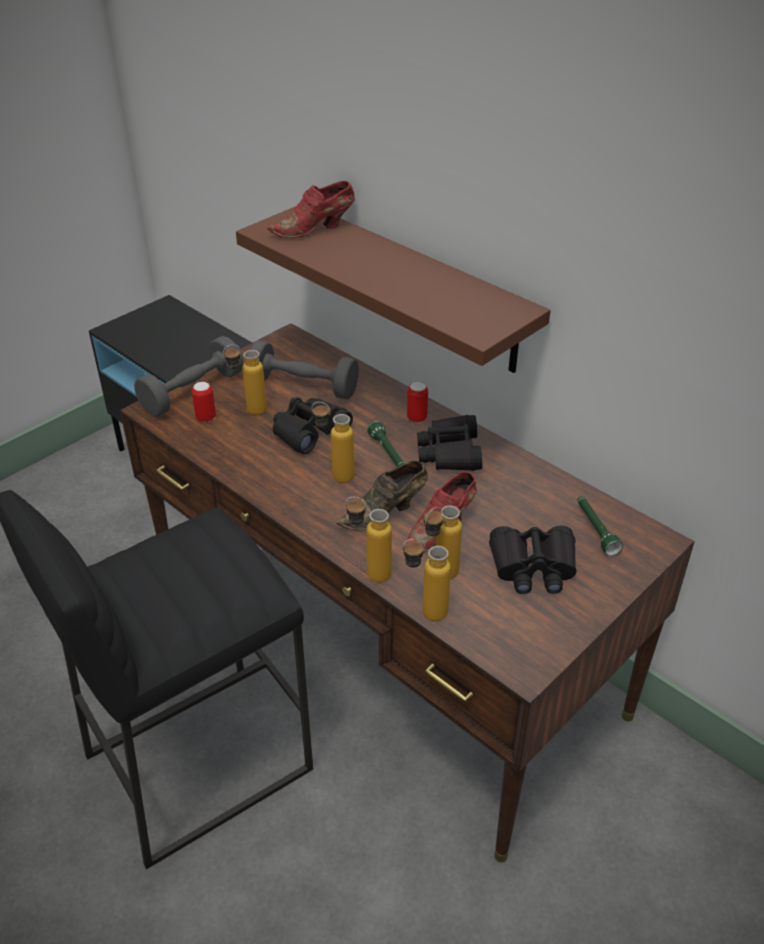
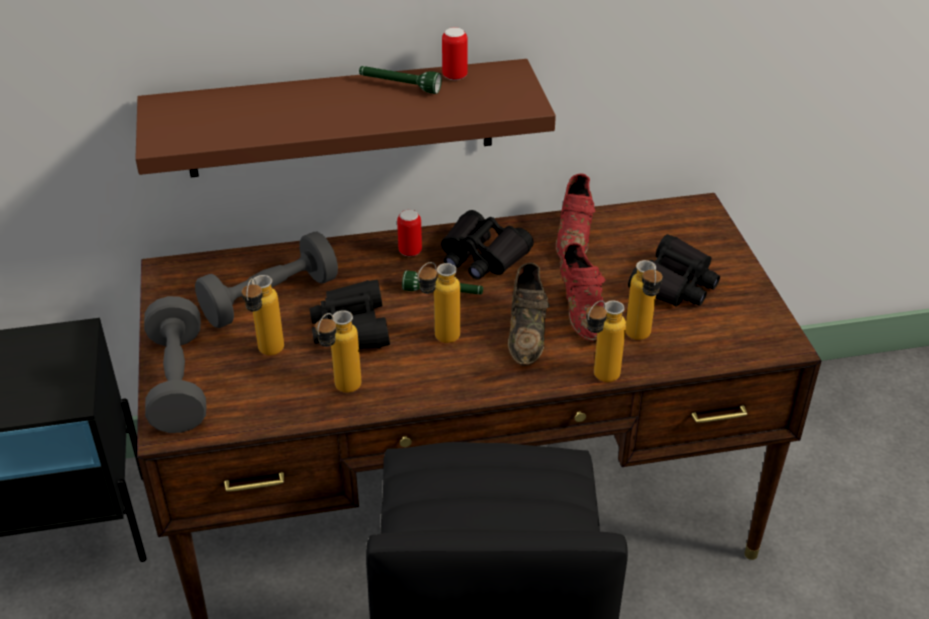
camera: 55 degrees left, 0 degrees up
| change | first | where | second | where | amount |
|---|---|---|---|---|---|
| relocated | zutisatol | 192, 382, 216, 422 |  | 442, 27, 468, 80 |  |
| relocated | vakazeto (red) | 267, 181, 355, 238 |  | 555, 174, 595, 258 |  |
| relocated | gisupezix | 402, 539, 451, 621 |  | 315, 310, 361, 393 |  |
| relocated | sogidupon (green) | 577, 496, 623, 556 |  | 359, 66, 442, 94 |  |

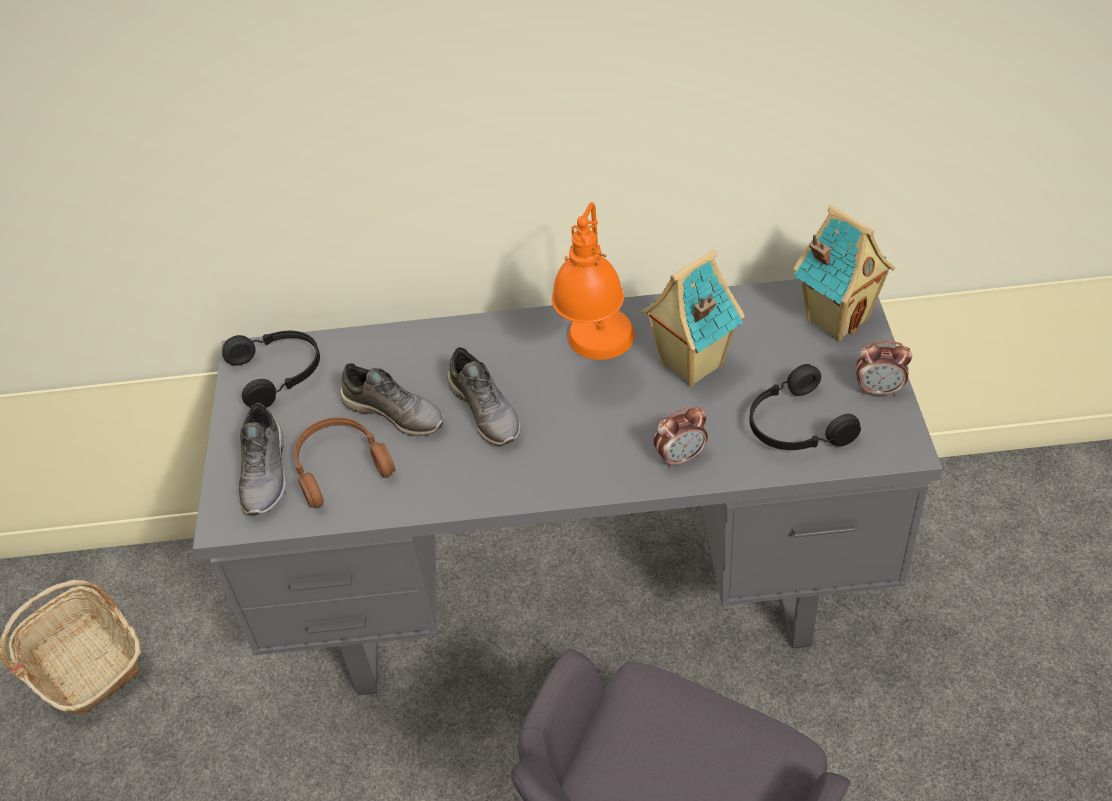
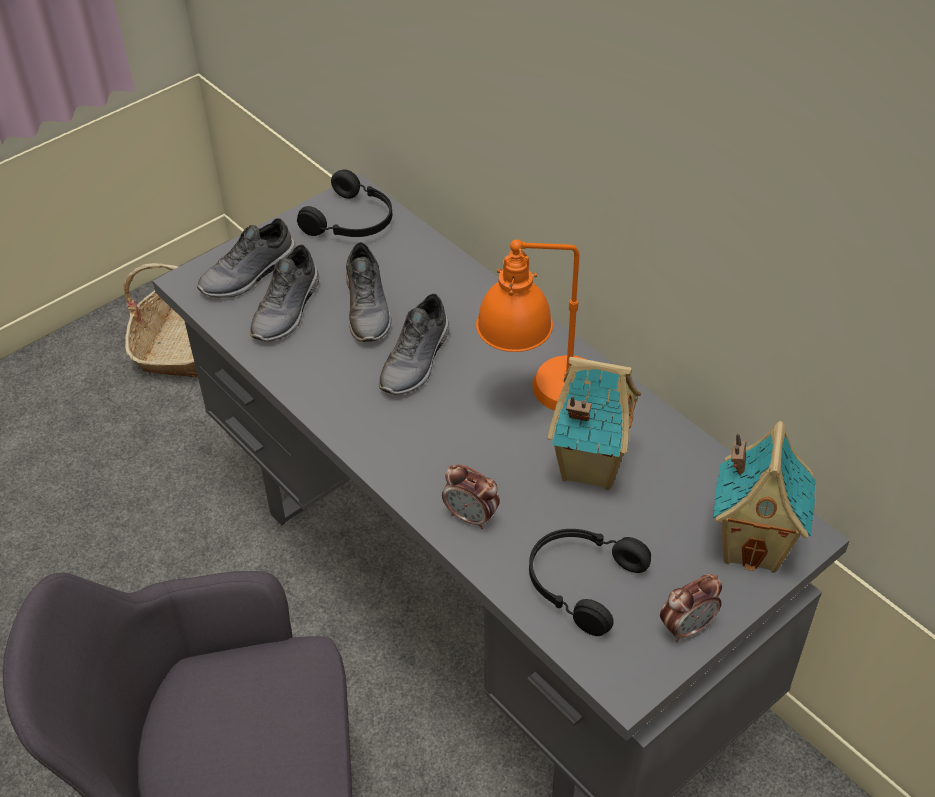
camera: 50 degrees right, 0 degrees up
| change | first | where | second | where | amount |
|---|---|---|---|---|---|
| exchanged | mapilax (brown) | 294, 417, 395, 508 | vakazeto (grey) | 250, 245, 319, 341 |  |
| spun | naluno | 856, 341, 912, 396 |  | 660, 574, 722, 642 | 90 degrees counterclockwise |

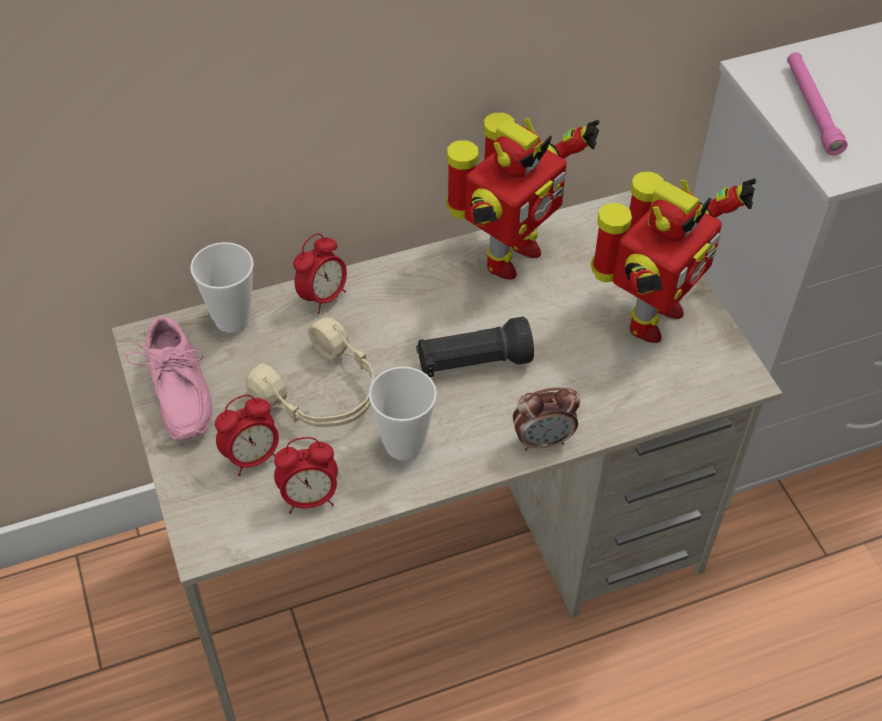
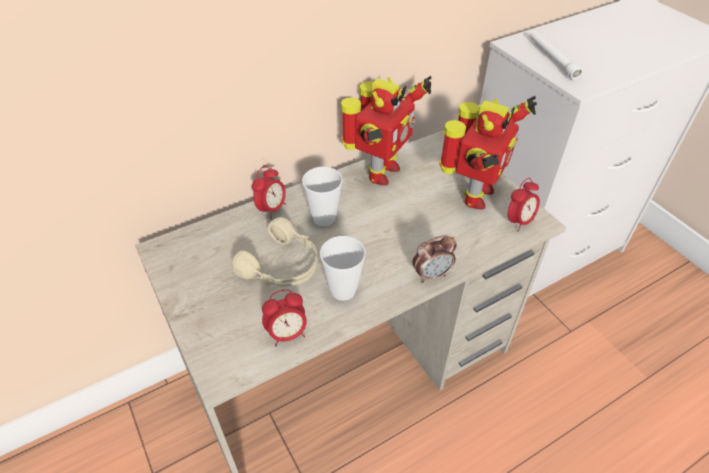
camera: 10 degrees left, 5 degrees down
| change | first | where | second | where | amount |
|---|---|---|---|---|---|
| missing | vakazeto (pink) | 125, 316, 212, 441 |  |  |  |
| relocated | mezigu | 190, 242, 254, 333 |  | 302, 167, 343, 226 |  |
| relocated | naluno | 215, 395, 279, 476 |  | 508, 178, 540, 232 |  |
| missing | sogidupon (black) | 416, 317, 534, 377 |  |  |  |
| colour | sogidupon (pink) | 787, 52, 848, 155 | sogidupon (white) | 529, 31, 583, 80 |  |

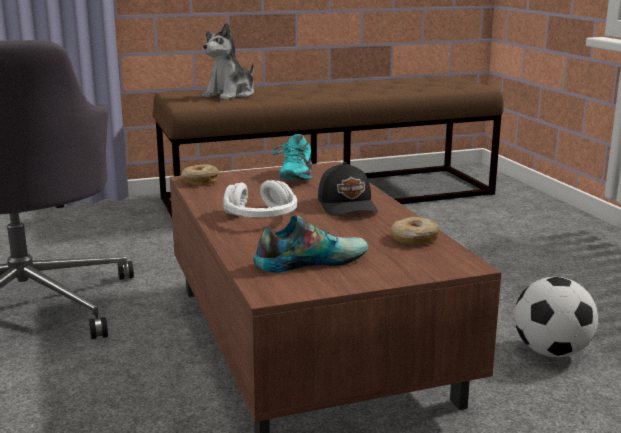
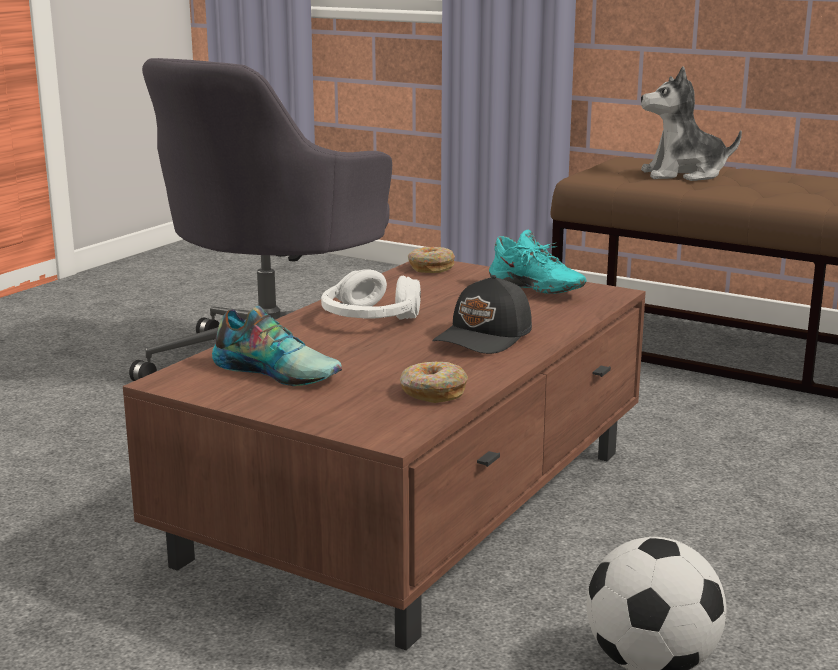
camera: 50 degrees right, 0 degrees up
| change | first | where | second | where | amount |
|---|---|---|---|---|---|
| spun | vakazeto (turquoise) | 272, 134, 312, 180 |  | 489, 229, 586, 294 | 105 degrees counterclockwise |

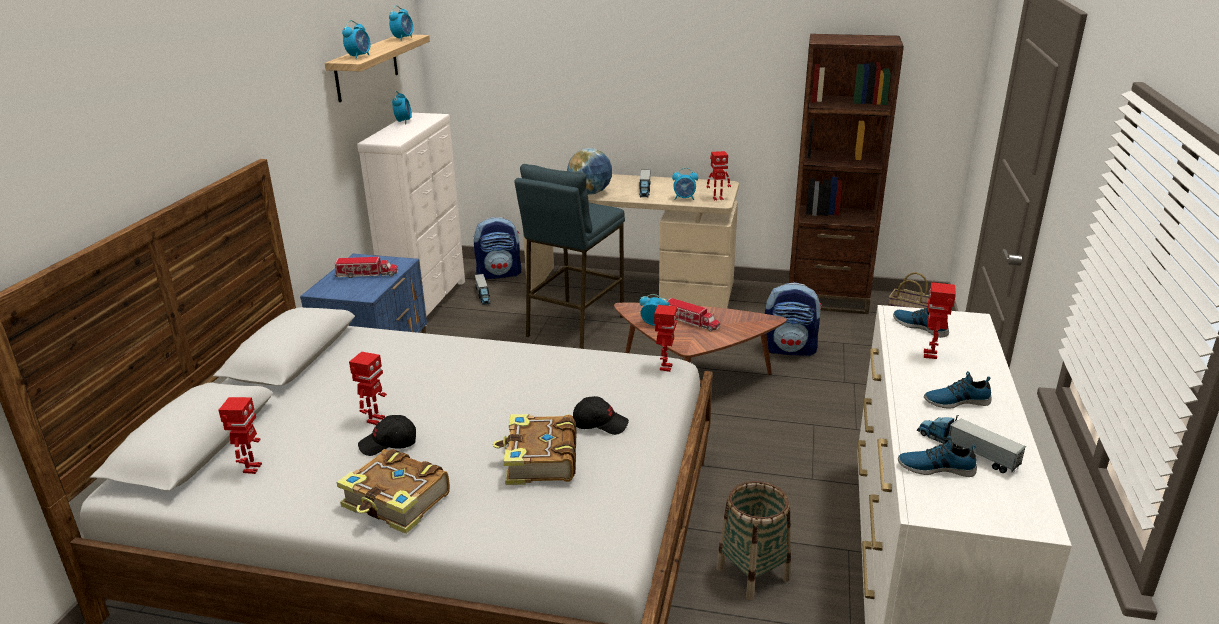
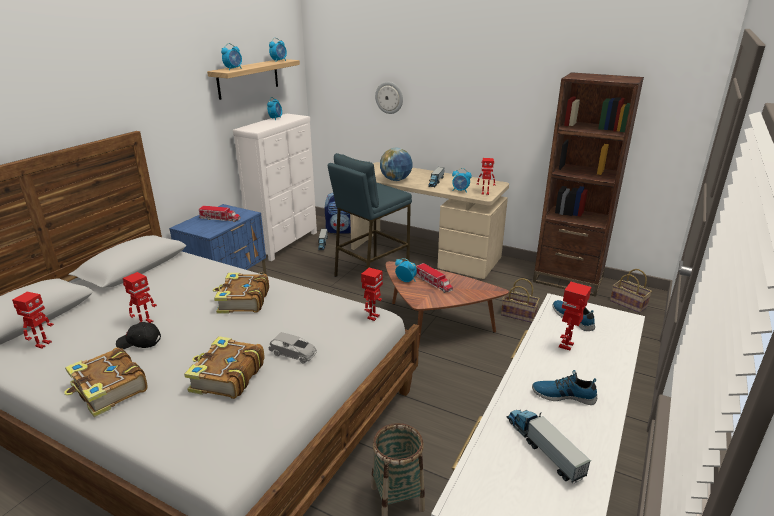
camera: 15 degrees right, 0 degrees up
| change | first | where | second | where | amount |
|---|---|---|---|---|---|
| exchanged | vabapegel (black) | 573, 396, 629, 435 | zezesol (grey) | 269, 332, 317, 363 |  |
| exchanged | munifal | 762, 282, 822, 356 | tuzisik | 501, 278, 540, 323 |  |
| missing | vakazeto | 898, 436, 977, 477 |  |  |  |
| appeared |  |  | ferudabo | 213, 273, 269, 314 |  |
| appeared |  |  | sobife | 375, 82, 403, 114 |  |

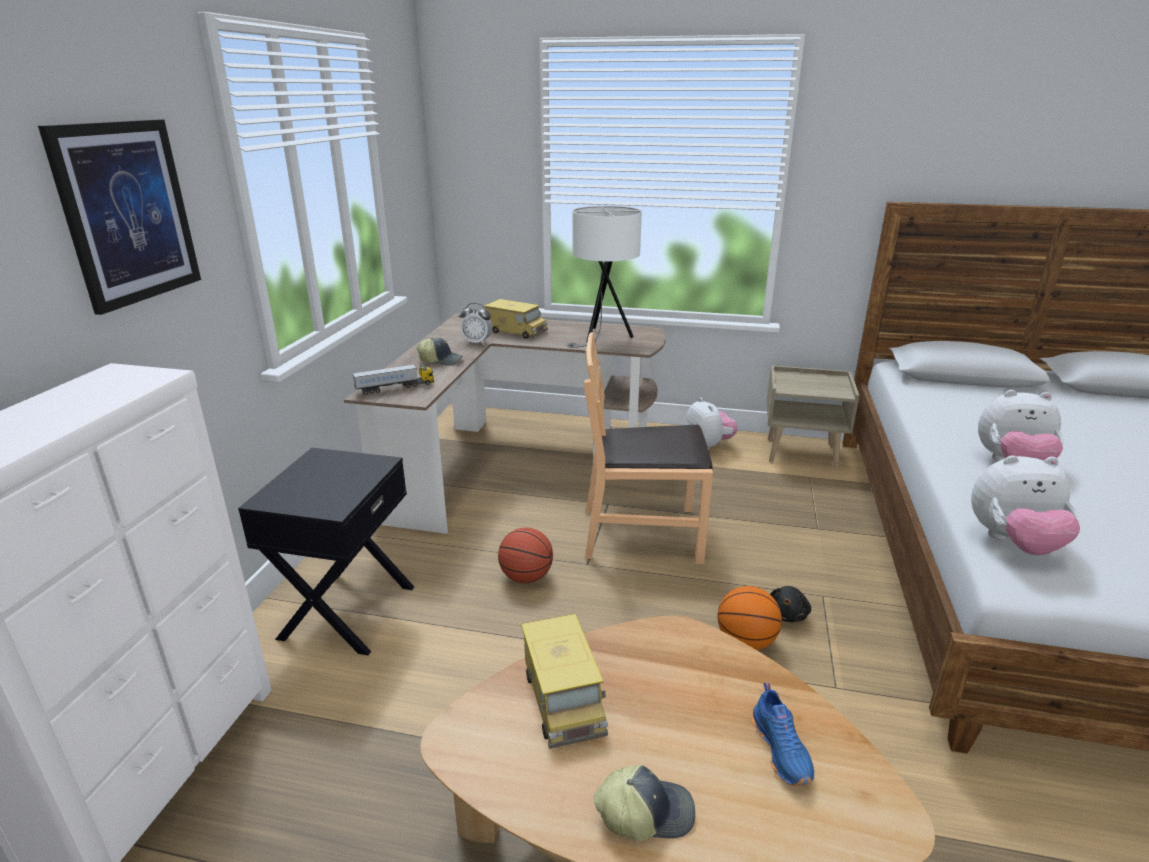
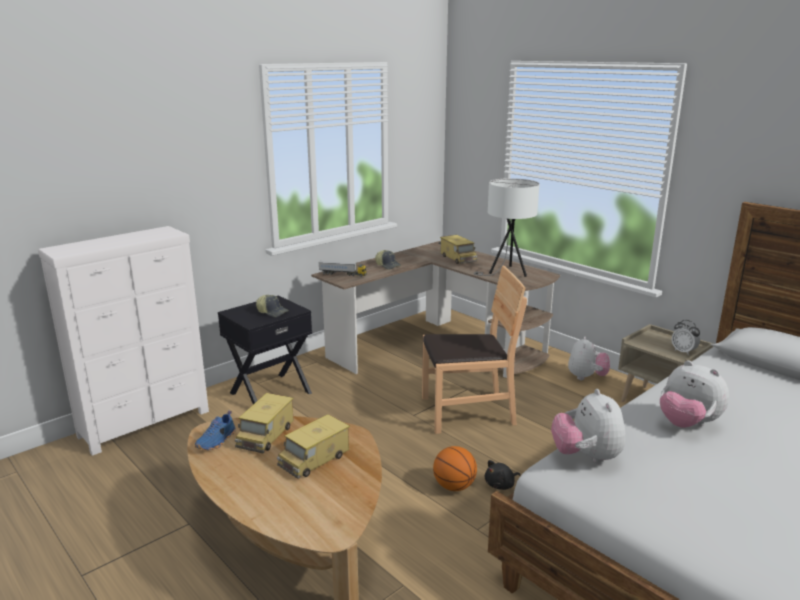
camera: 35 degrees right, 5 degrees down
| change | first | where | second | where | amount |
|---|---|---|---|---|---|
| missing | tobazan | 38, 119, 201, 315 |  |  |  |
| relocated | naluno | 461, 303, 493, 345 |  | 672, 320, 700, 355 |  |
| missing | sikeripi | 498, 528, 553, 583 |  |  |  |
| spun | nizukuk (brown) | 584, 332, 713, 564 |  | 422, 266, 527, 434 | 135 degrees clockwise |
| relocated | vabapegel | 594, 765, 695, 841 |  | 256, 295, 289, 317 |  |
| relocated | vakazeto (blue) | 751, 683, 814, 786 |  | 195, 411, 236, 450 |  |
| spun | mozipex | 971, 456, 1080, 555 |  | 551, 389, 625, 464 | 45 degrees clockwise |
| appeared |  |  | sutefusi | 277, 414, 350, 479 |  |

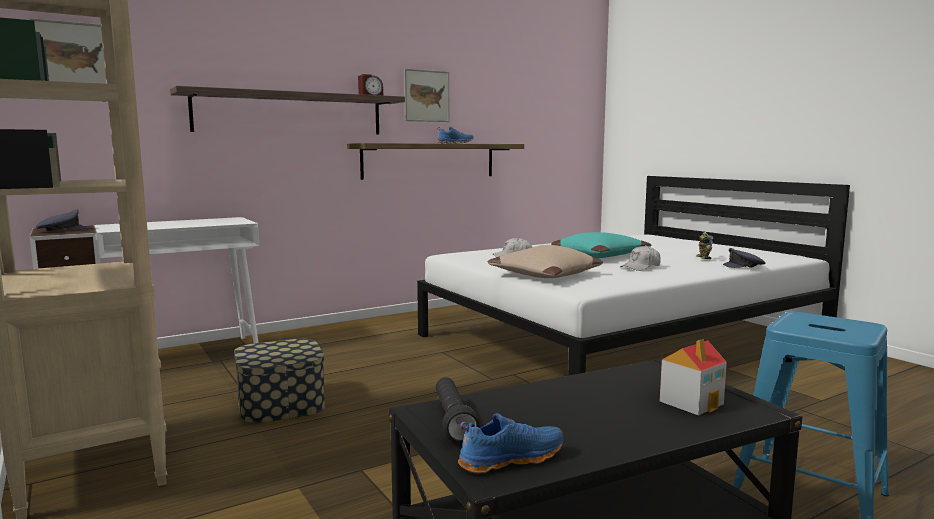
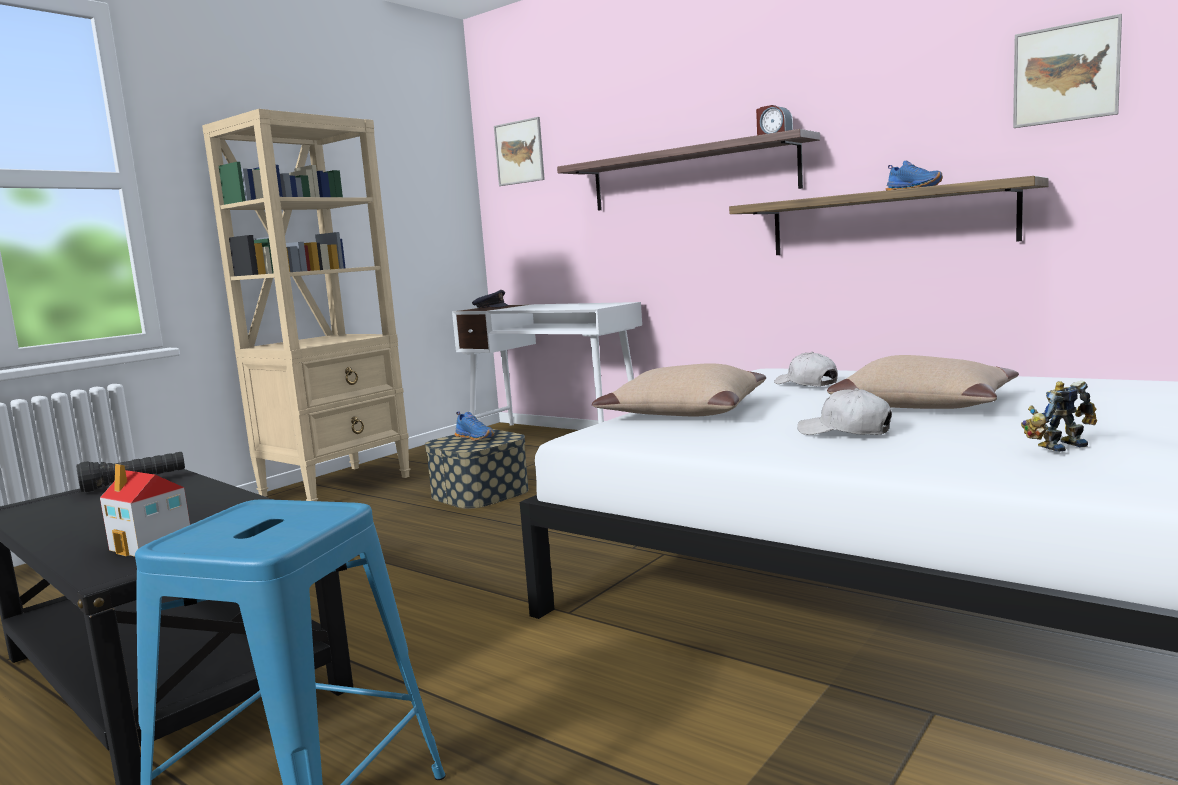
camera: 70 degrees right, 0 degrees up
| change | first | where | second | where | amount |
|---|---|---|---|---|---|
| relocated | tobazan | 404, 69, 449, 122 |  | 1013, 14, 1122, 128 |  |
| relocated | vakazeto (blue) | 458, 413, 563, 473 |  | 455, 411, 494, 441 |  |
| colour | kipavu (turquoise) | 551, 232, 651, 258 | kipavu (beige) | 827, 355, 1019, 409 |  |
| missing | vabapegel (grey) | 723, 248, 766, 268 |  |  |  |

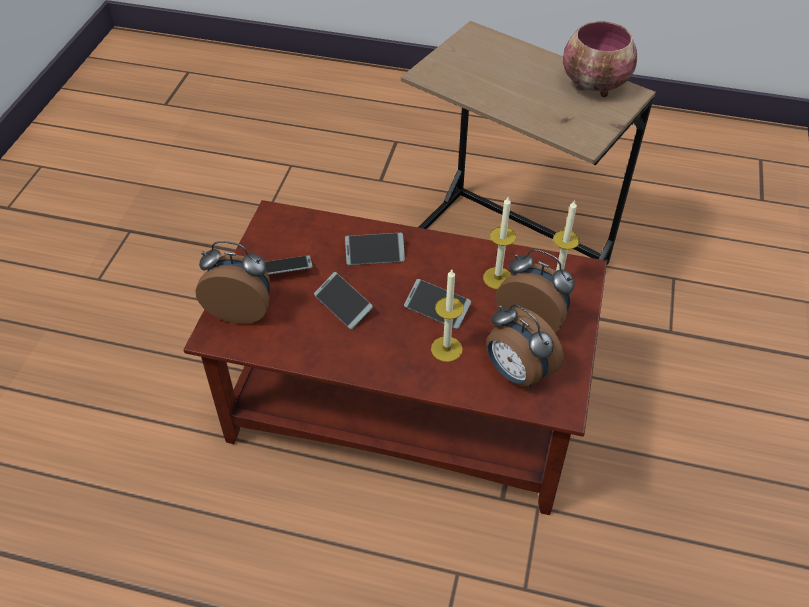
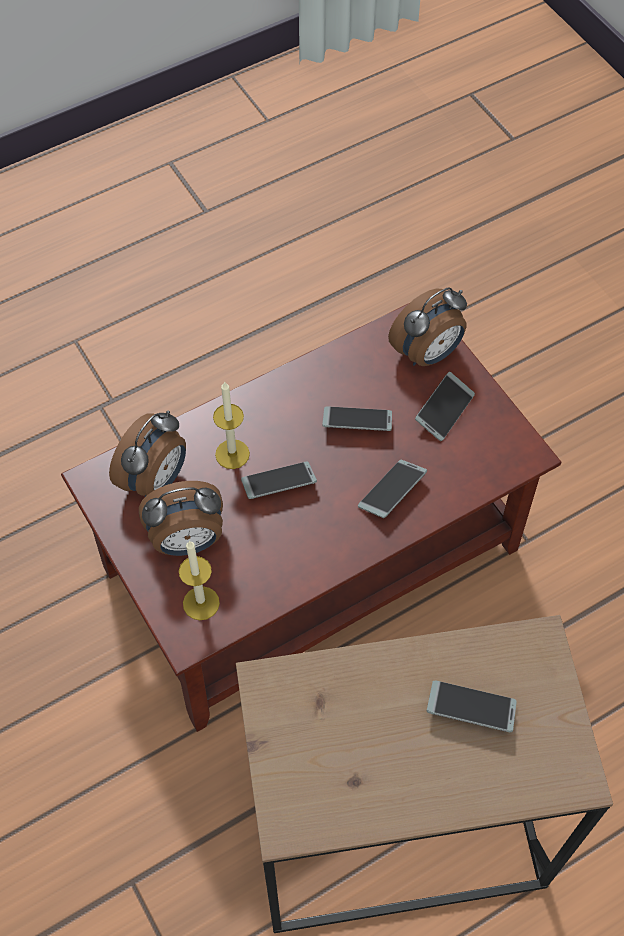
camera: 135 degrees right, 10 degrees up
| change | first | where | second | where | amount |
|---|---|---|---|---|---|
| missing | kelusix | 483, 197, 516, 289 |  |  |  |
| spun | naluno | 486, 304, 564, 387 |  | 109, 410, 186, 497 | 120 degrees clockwise |
| missing | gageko | 563, 21, 637, 97 |  |  |  |
| appeared |  |  | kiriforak | 427, 681, 517, 732 |  |

